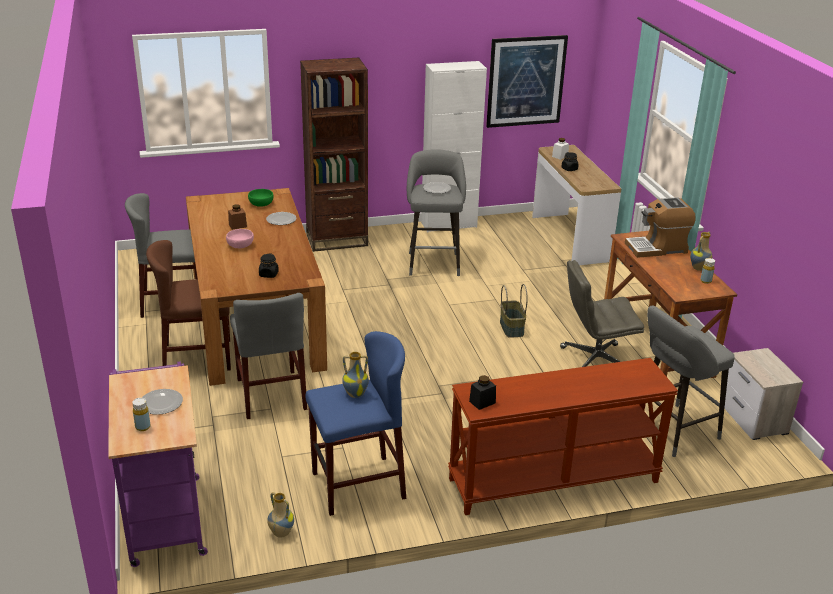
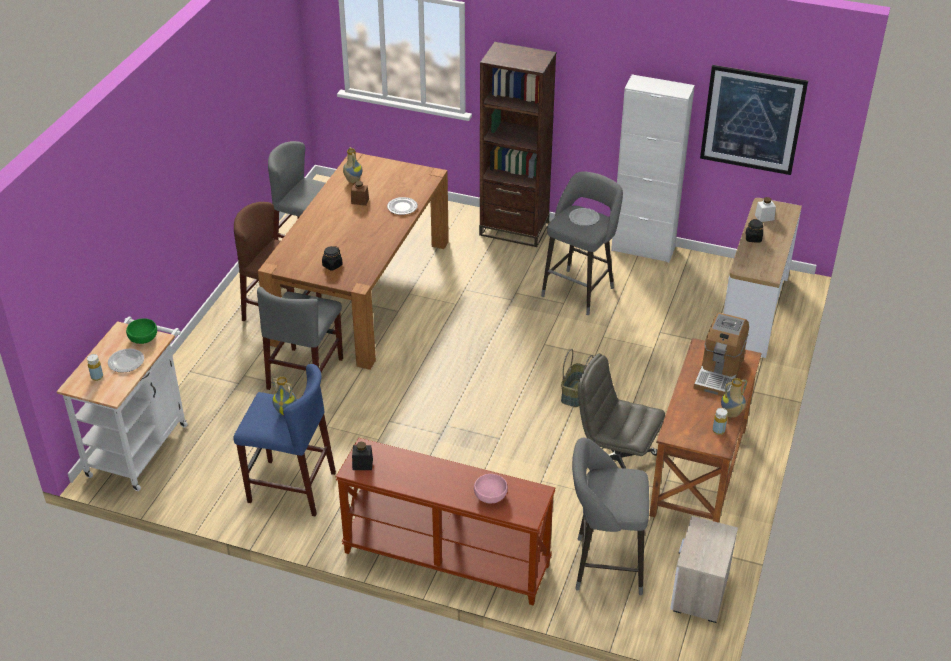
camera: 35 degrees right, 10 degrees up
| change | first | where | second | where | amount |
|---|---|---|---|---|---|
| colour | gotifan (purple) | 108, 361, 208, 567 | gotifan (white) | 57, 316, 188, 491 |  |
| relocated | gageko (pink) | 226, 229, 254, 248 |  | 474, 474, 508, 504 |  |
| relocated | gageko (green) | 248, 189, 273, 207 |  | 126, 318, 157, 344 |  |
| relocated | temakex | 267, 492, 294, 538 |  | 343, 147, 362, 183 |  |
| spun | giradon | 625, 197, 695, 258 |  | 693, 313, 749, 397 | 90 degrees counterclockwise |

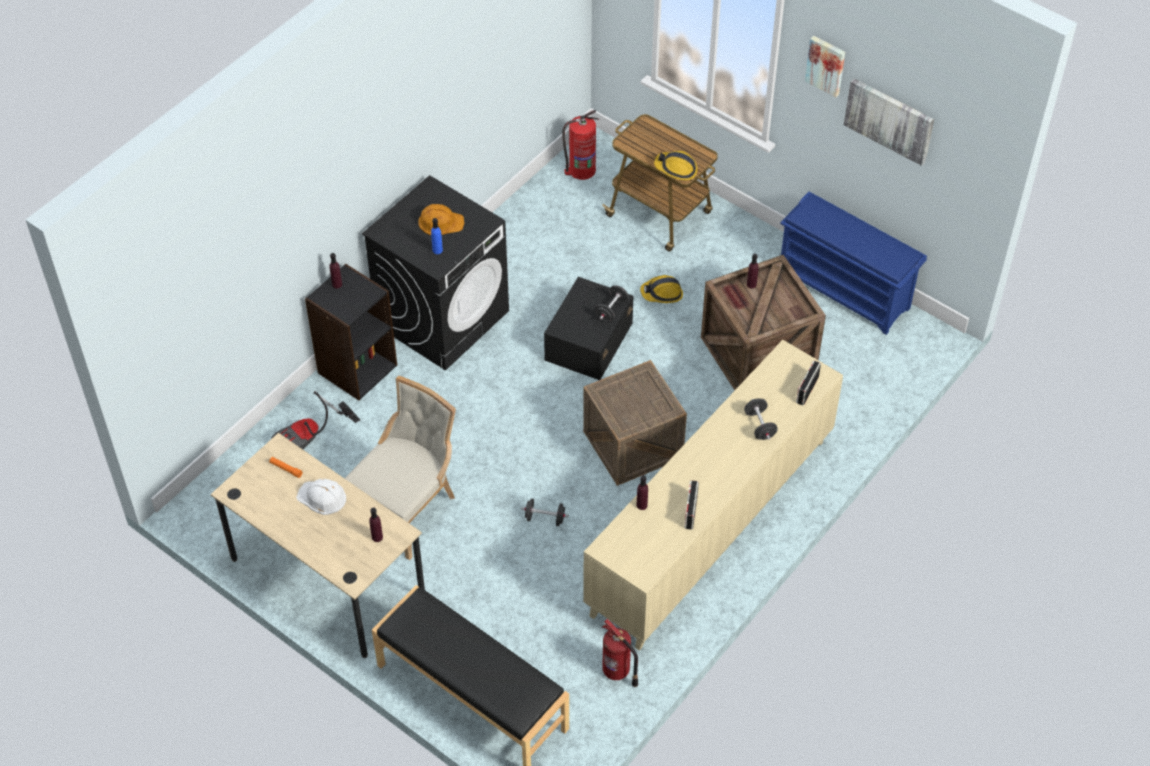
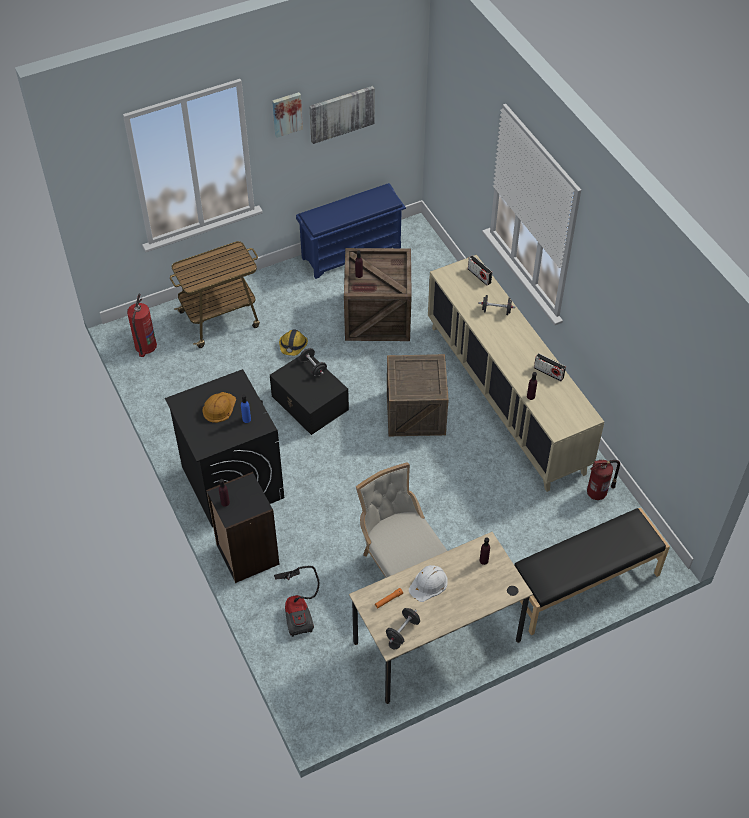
camera: 65 degrees left, 0 degrees up
| change | first | where | second | where | amount |
|---|---|---|---|---|---|
| relocated | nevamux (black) | 521, 498, 569, 526 |  | 386, 608, 420, 645 |  |
| missing | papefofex | 654, 151, 698, 181 |  |  |  |

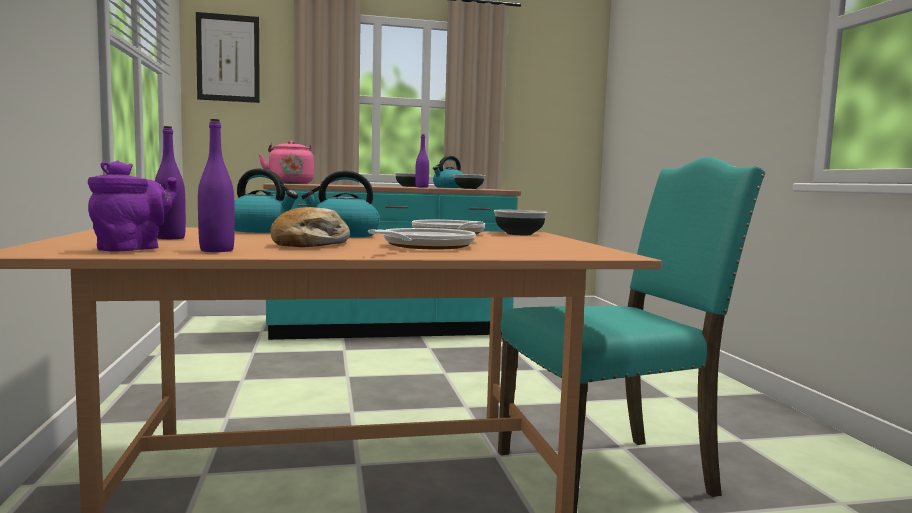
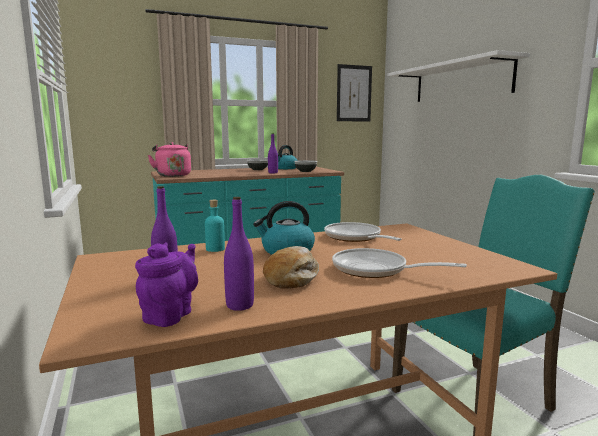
camera: 10 degrees left, 5 degrees up
| change | first | where | second | where | amount |
|---|---|---|---|---|---|
| relocated | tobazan | 196, 12, 260, 103 |  | 337, 64, 372, 122 |  |
| exchanged | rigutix | 234, 169, 298, 233 | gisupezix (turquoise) | 205, 200, 225, 252 |  |
| spun | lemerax | 368, 228, 476, 249 |  | 332, 248, 467, 278 | 75 degrees counterclockwise |
| missing | gageko | 494, 210, 547, 235 |  |  |  |
| appeared |  |  | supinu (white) | 388, 50, 530, 102 |  |

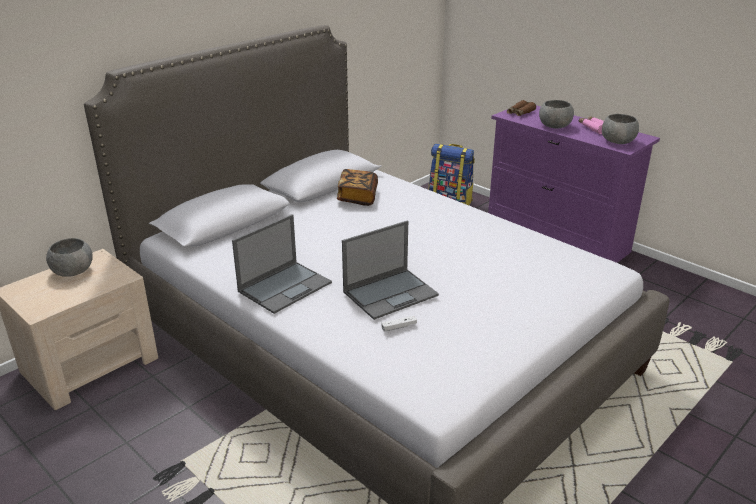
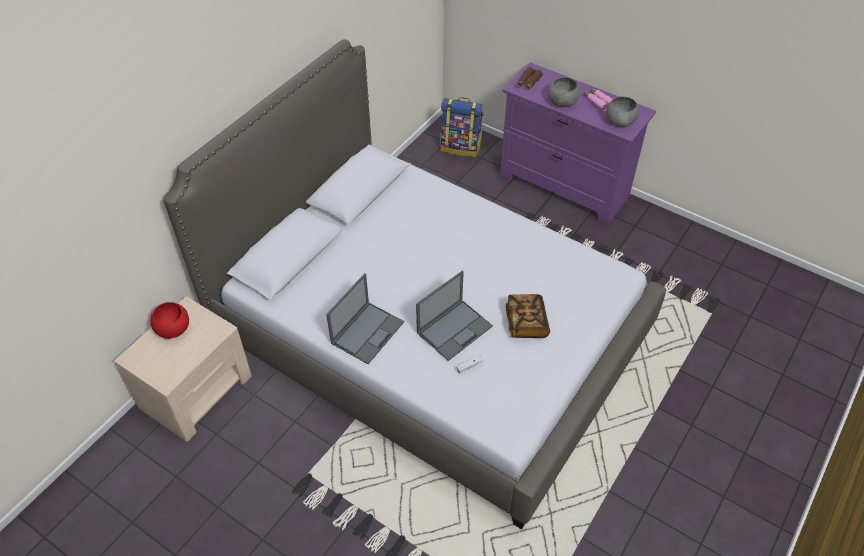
camera: 10 degrees left, 20 degrees up
| change | first | where | second | where | amount |
|---|---|---|---|---|---|
| colour | gageko (grey) | 46, 238, 93, 277 | gageko (red) | 150, 302, 189, 339 |  |
| relocated | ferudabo | 337, 169, 378, 206 |  | 506, 294, 550, 338 |  |

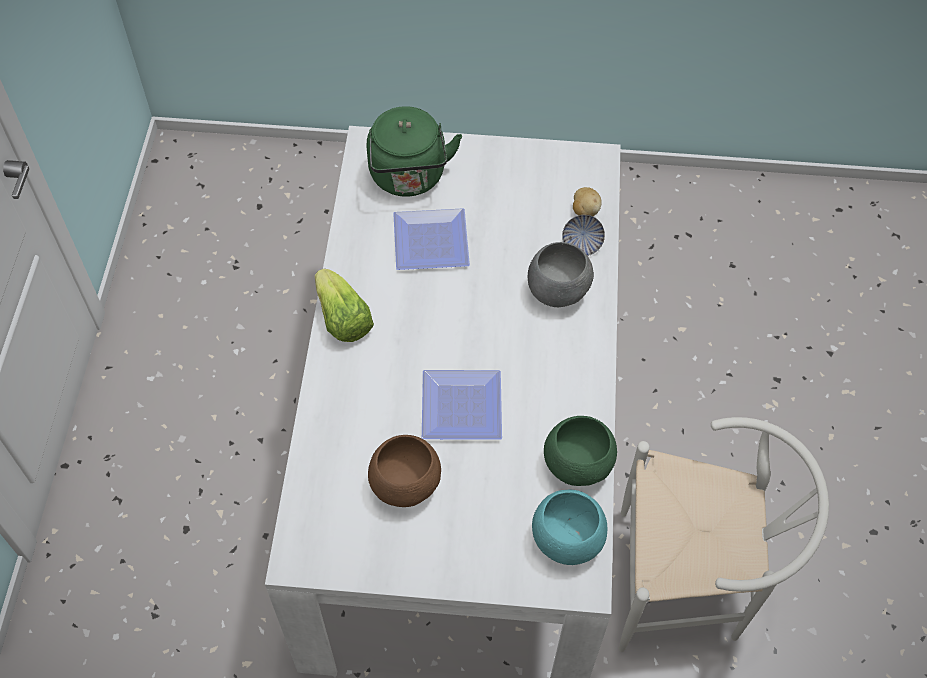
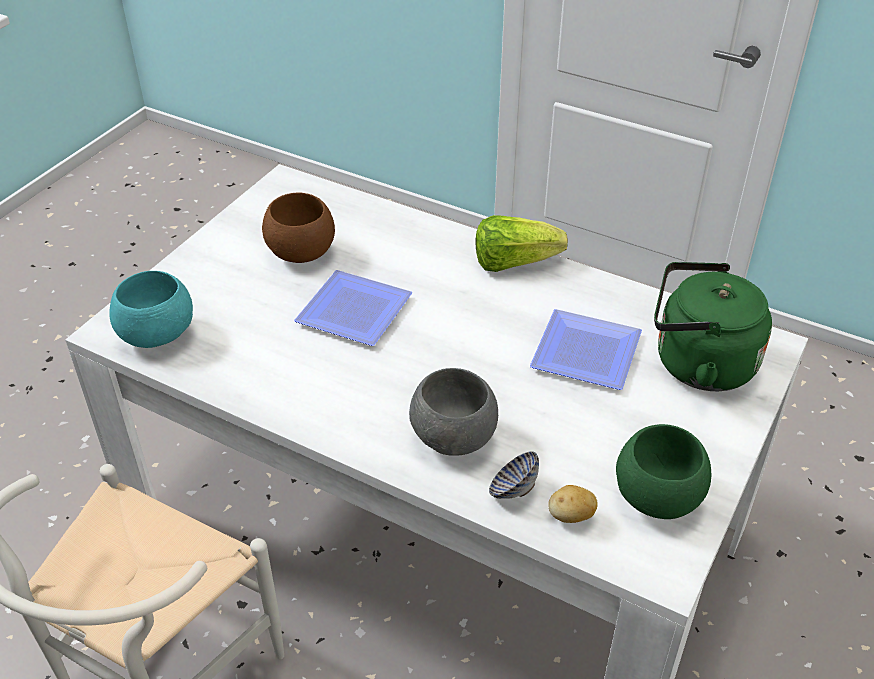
camera: 115 degrees right, 15 degrees down
| change | first | where | second | where | amount |
|---|---|---|---|---|---|
| relocated | gageko (green) | 544, 416, 617, 486 |  | 616, 424, 711, 519 |  |

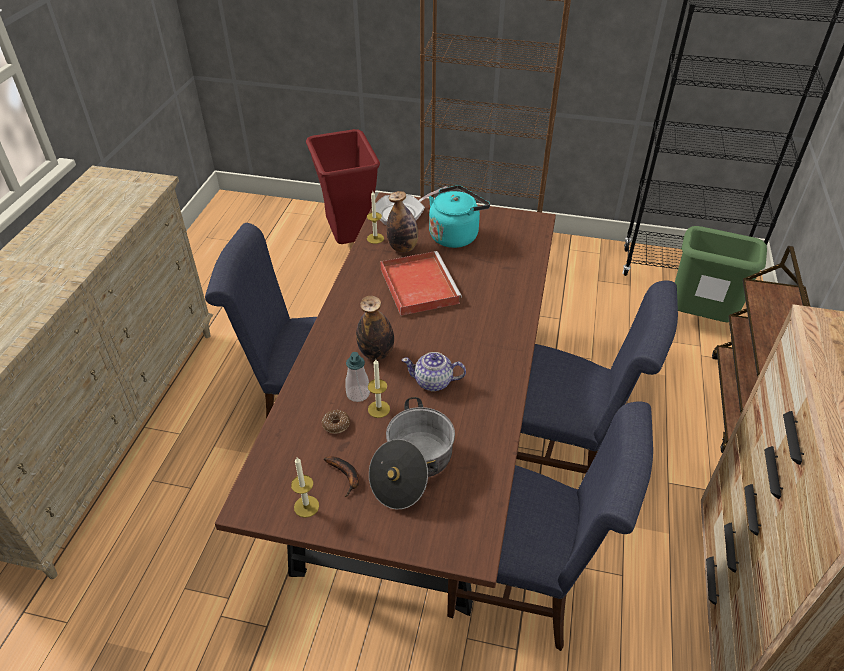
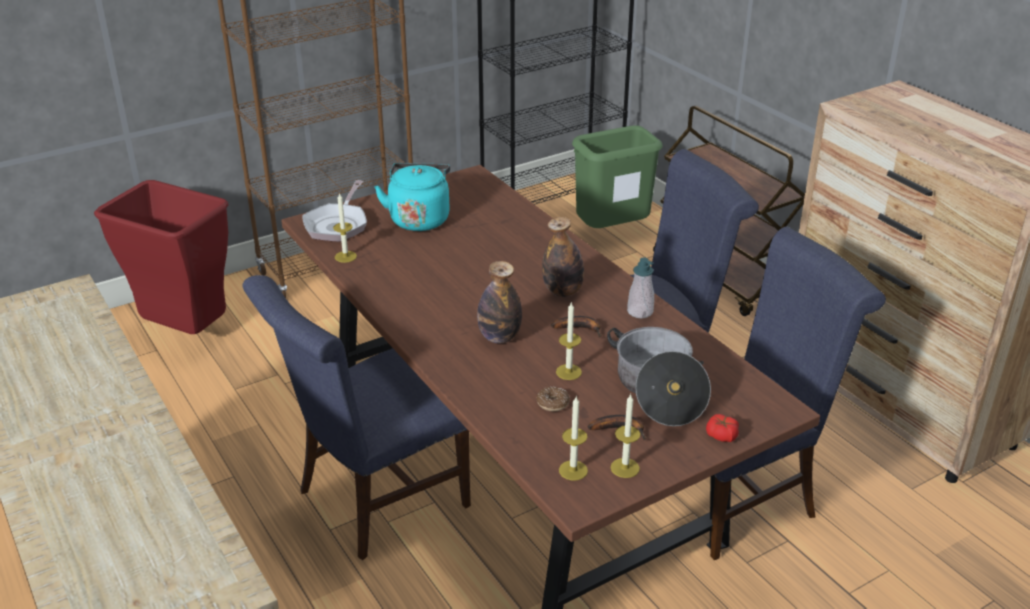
camera: 45 degrees left, 10 degrees down
| change | first | where | second | where | amount |
|---|---|---|---|---|---|
| relocated | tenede | 345, 352, 370, 402 |  | 627, 257, 654, 318 |  |
| missing | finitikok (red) | 380, 251, 462, 316 |  |  |  |
| relocated | gisupezix | 387, 191, 418, 253 |  | 542, 217, 584, 297 |  |
| exchanged | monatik | 402, 352, 466, 391 | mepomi | 551, 316, 602, 338 |  |
| appeared |  |  | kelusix | 559, 397, 588, 480 |  |
| appeared |  |  | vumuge | 706, 414, 739, 442 |  |

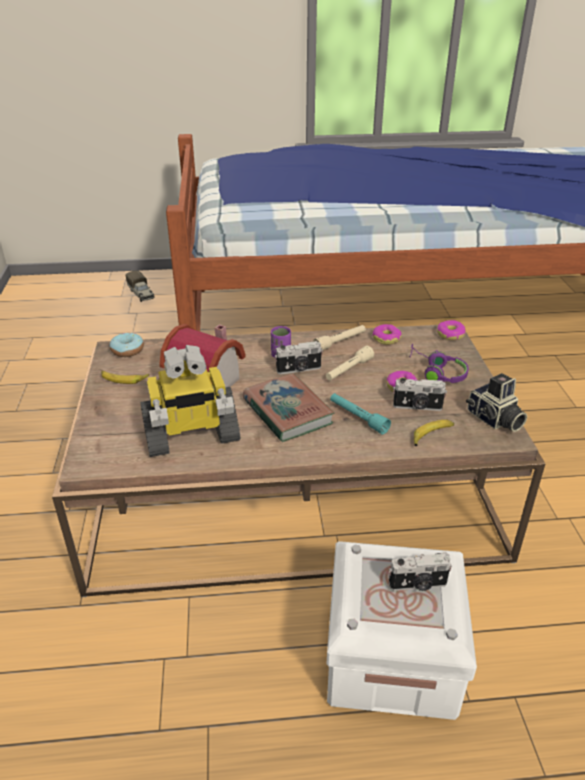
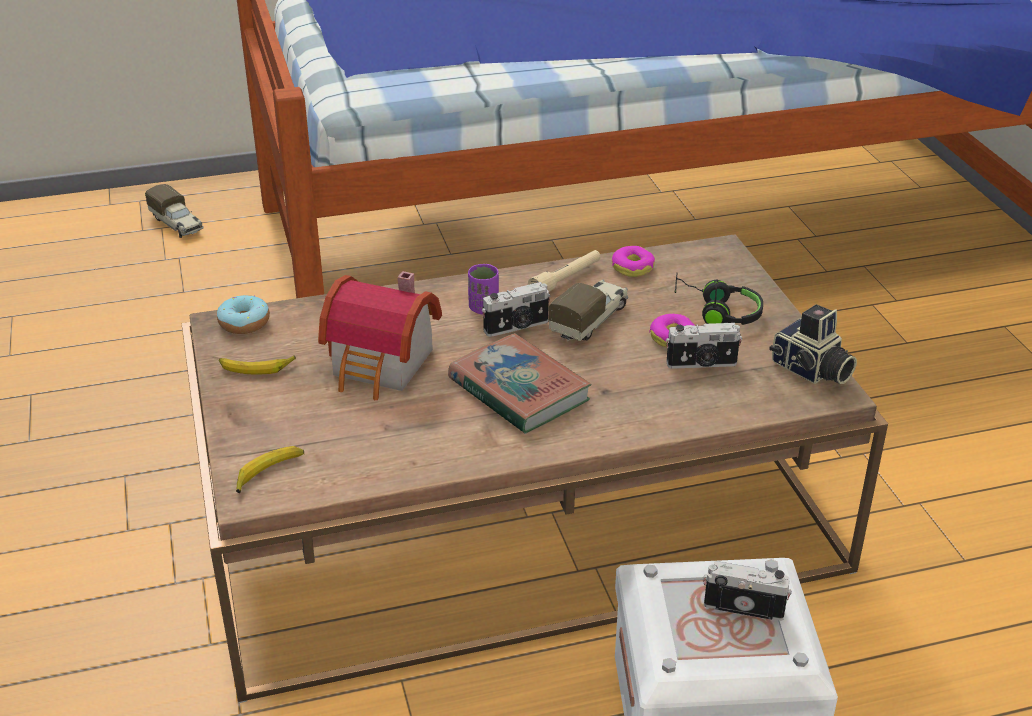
camera: 10 degrees left, 0 degrees up
| change | first | where | second | where | amount |
|---|---|---|---|---|---|
| missing | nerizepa | 140, 345, 240, 457 |  |  |  |
| exchanged | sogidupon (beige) | 326, 346, 374, 381 | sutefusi | 549, 280, 628, 341 |  |
| missing | sogidupon (turquoise) | 330, 393, 391, 435 |  |  |  |
| spun | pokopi | 389, 553, 452, 591 |  | 703, 561, 792, 621 | 150 degrees counterclockwise |
| colour | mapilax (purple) | 409, 344, 469, 383 | mapilax (black) | 674, 273, 763, 325 |  |
| relocated | mepomi | 414, 420, 454, 446 |  | 236, 446, 304, 493 |  |
| missing | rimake | 437, 320, 466, 340 |  |  |  |

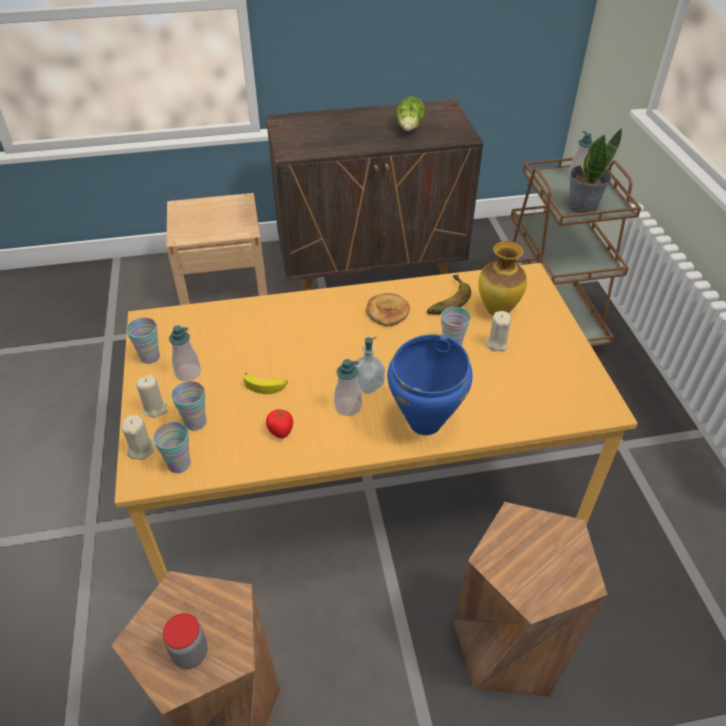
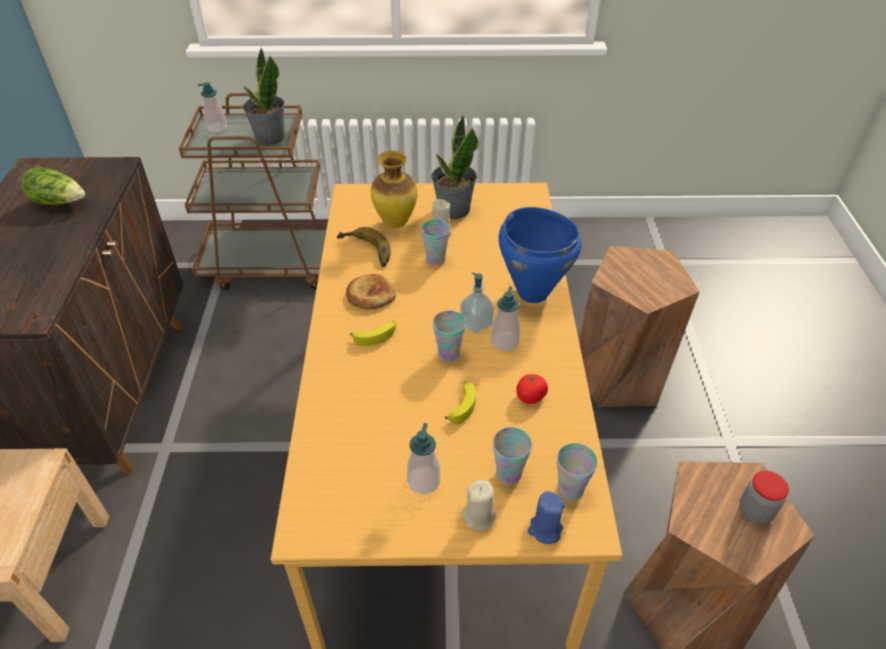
camera: 80 degrees left, 0 degrees up
| change | first | where | second | where | amount |
|---|---|---|---|---|---|
| colour | kelusix (beige) | 122, 415, 155, 460 | kelusix (blue) | 528, 491, 565, 544 |  |
| relocated | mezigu | 126, 318, 160, 364 |  | 433, 310, 466, 362 |  |
| appeared |  |  | mepomi | 350, 320, 396, 346 |  |
| appeared |  |  | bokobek | 431, 115, 479, 219 |  |

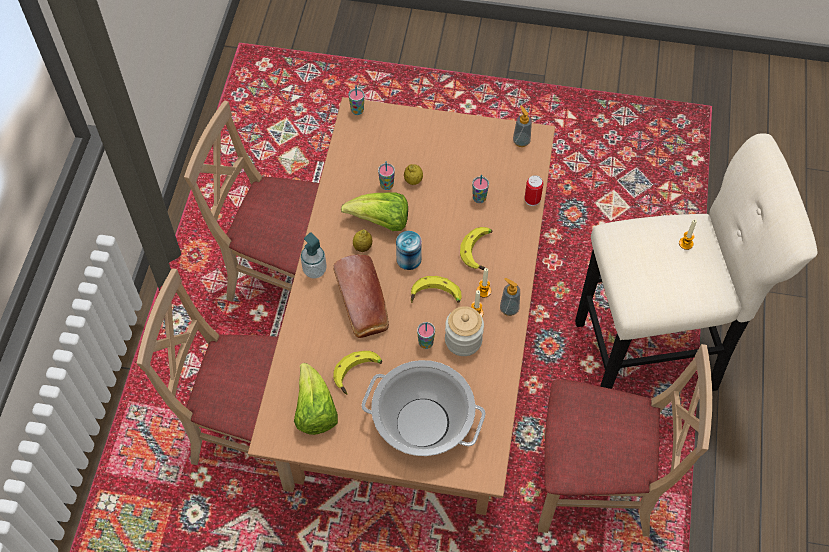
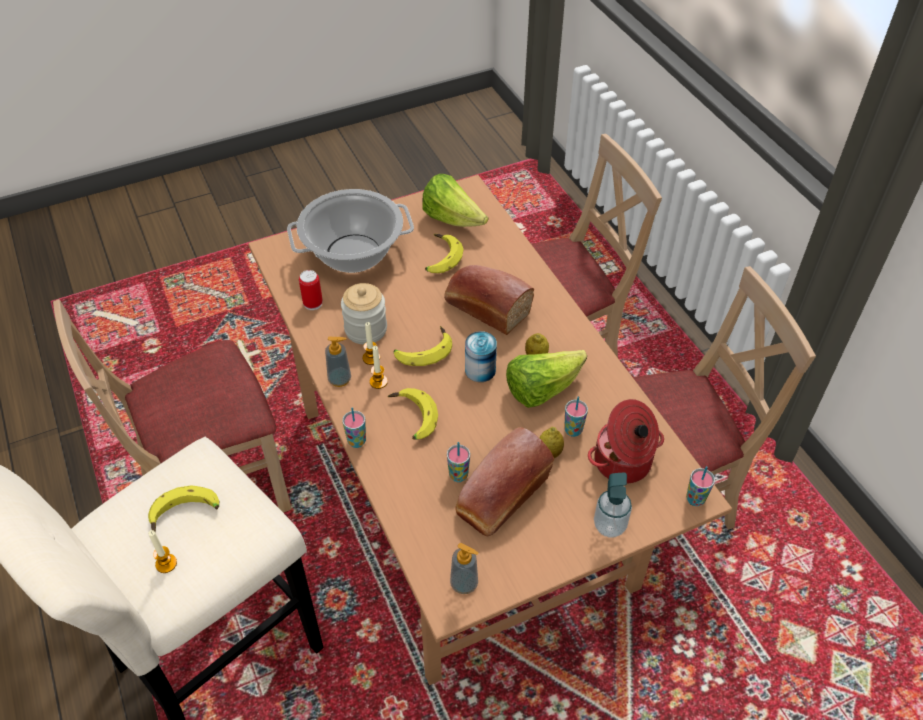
camera: 145 degrees right, 10 degrees down
| change | first | where | second | where | amount |
|---|---|---|---|---|---|
| relocated | tenede | 300, 233, 327, 279 |  | 594, 472, 632, 538 |  |
| relocated | mezigu | 417, 322, 435, 349 |  | 342, 408, 366, 448 |  |
| relocated | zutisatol | 524, 175, 543, 206 |  | 299, 270, 323, 310 |  |
| appeared |  |  | mepomi | 148, 485, 219, 533 |  |
| appeared |  |  | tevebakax | 455, 427, 554, 537 |  |
| appeared |  |  | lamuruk | 588, 399, 664, 484 |  |

